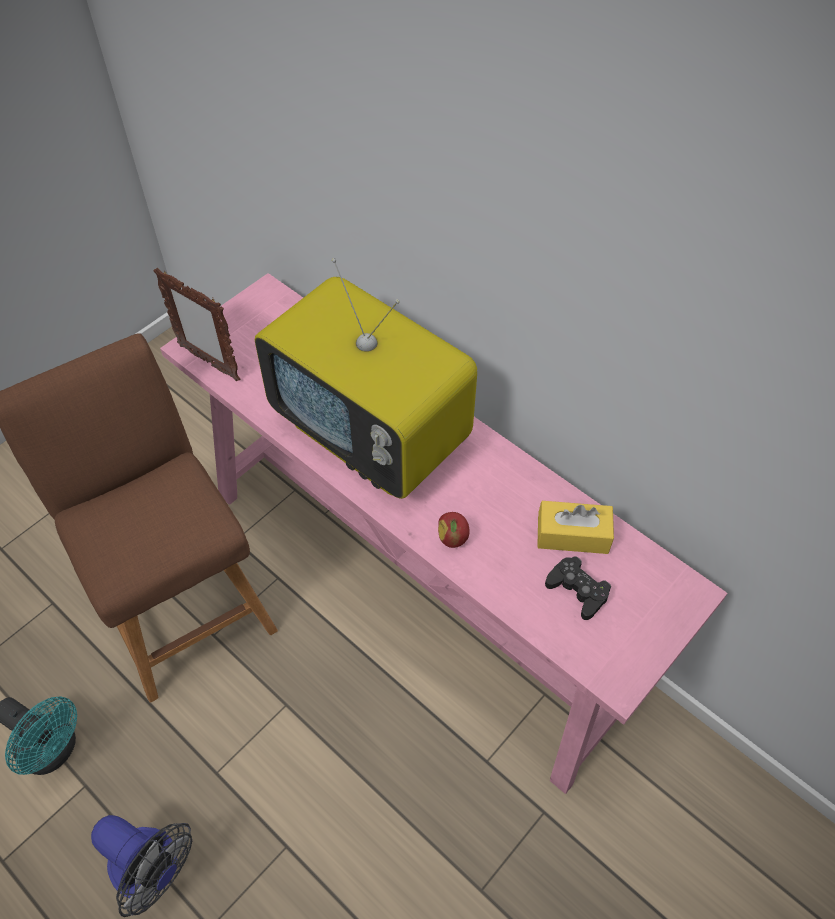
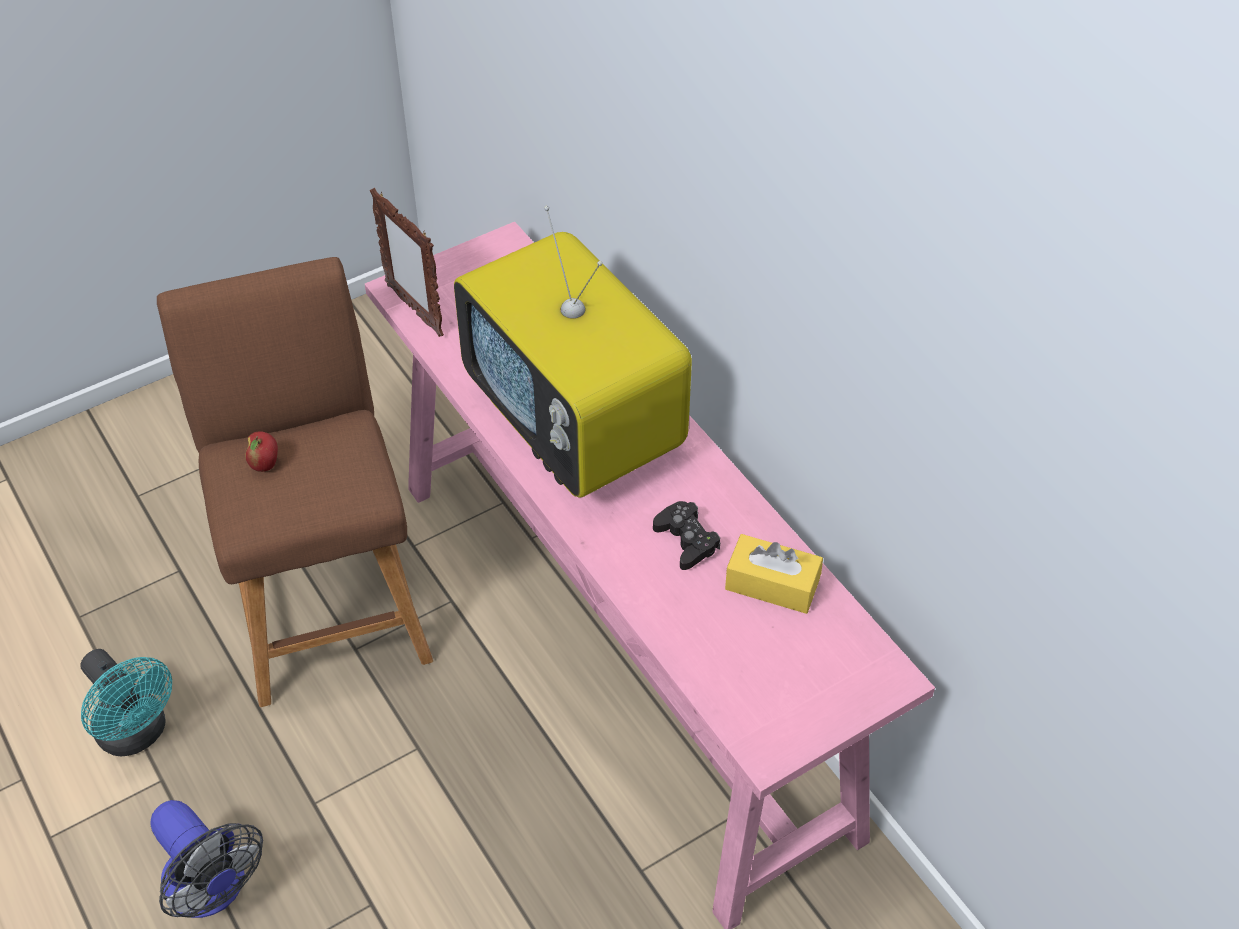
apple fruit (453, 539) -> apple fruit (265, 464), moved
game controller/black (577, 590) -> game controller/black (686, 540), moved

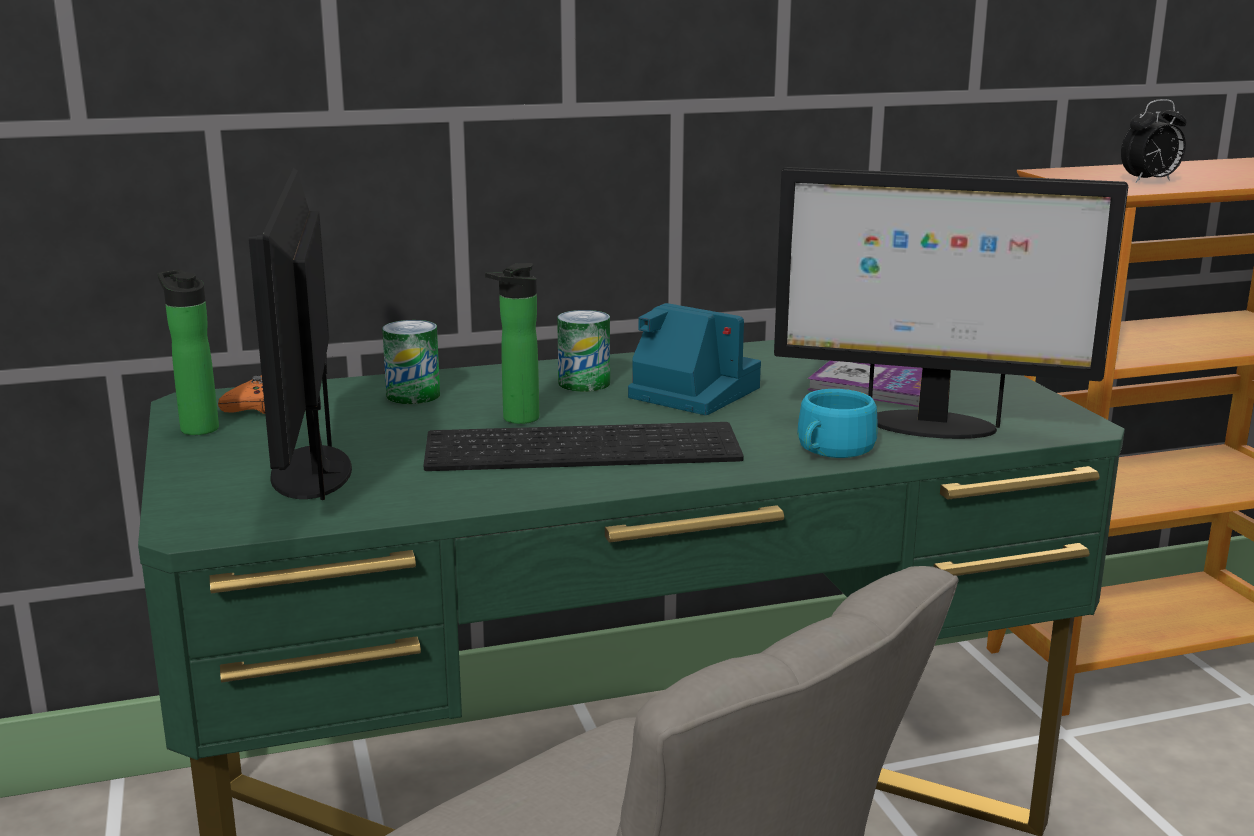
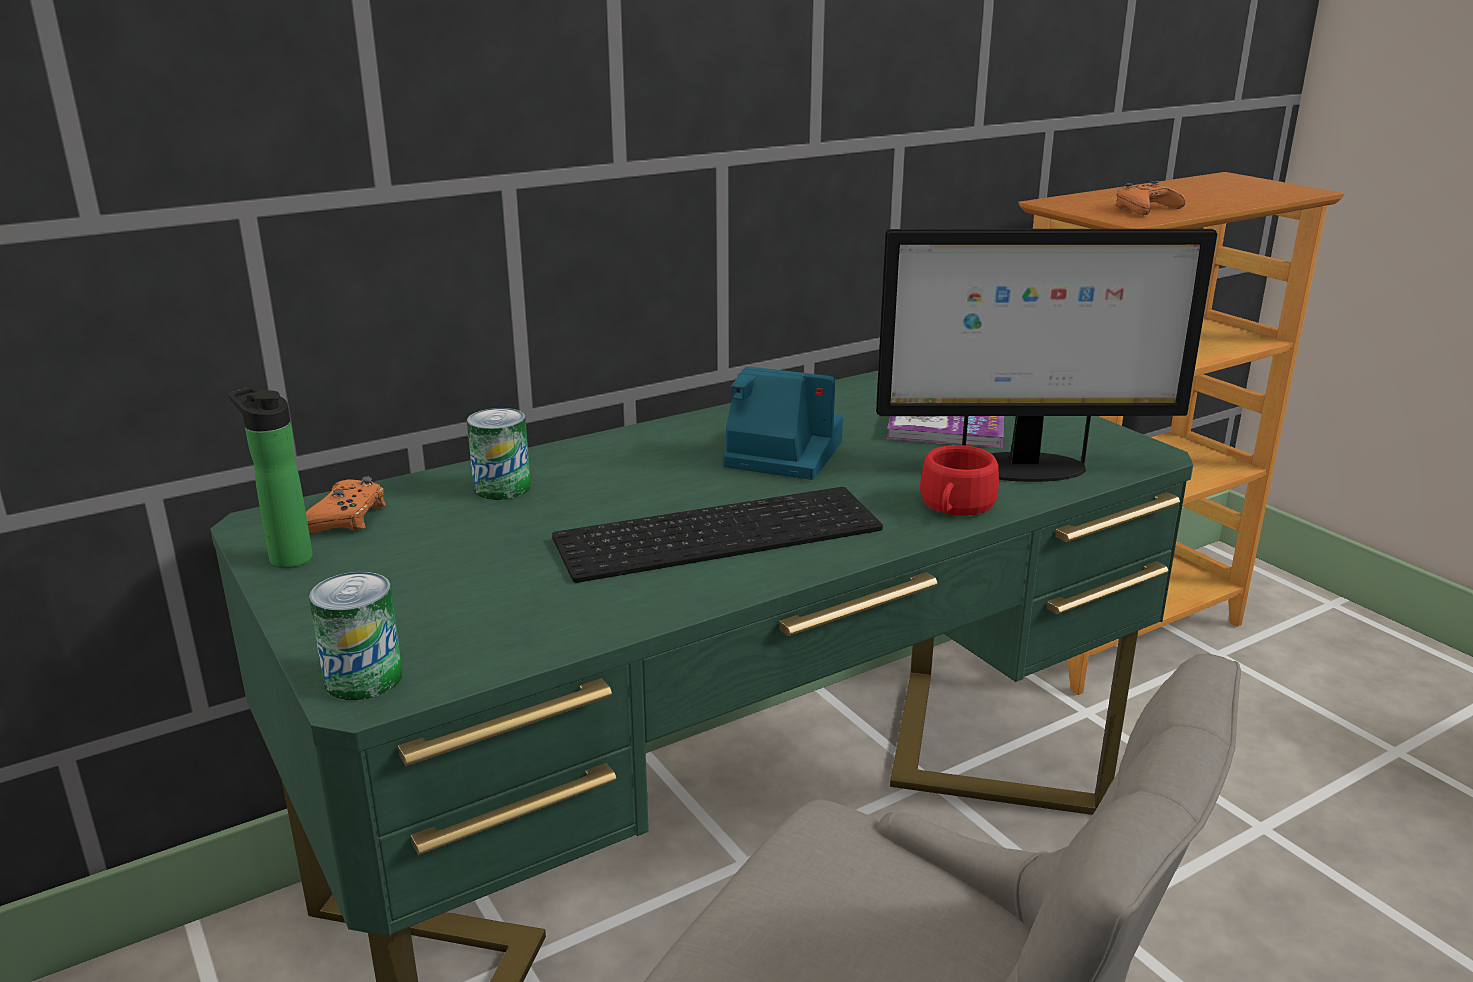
monitor (310, 471) -> none
drink bottle (516, 419) -> none
metal can (584, 383) -> metal can (363, 678), moved
alarm clock (1149, 181) -> game controller/orange-coloured (1146, 209)
small cup/turquoise-coloured (831, 450) -> small cup/reddish (955, 507)

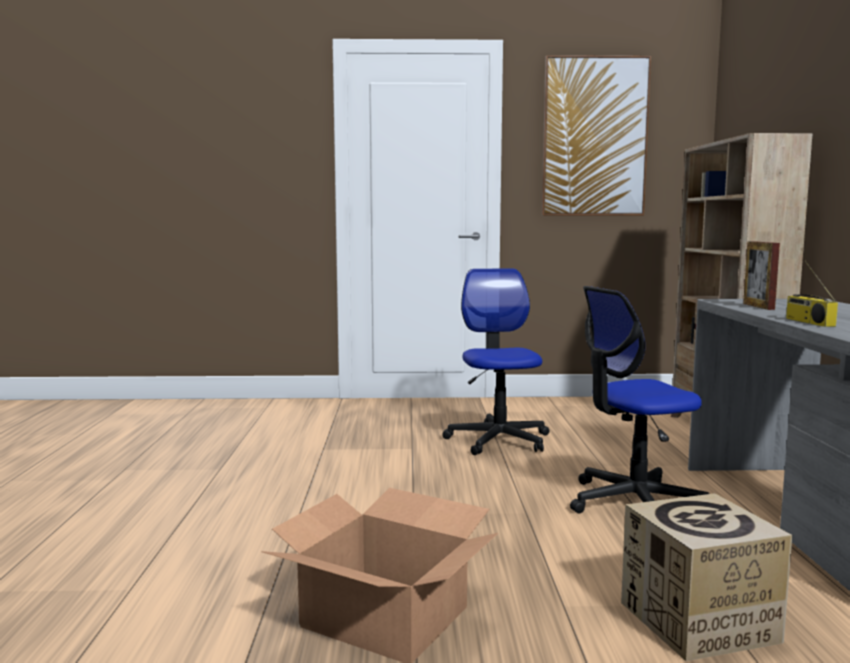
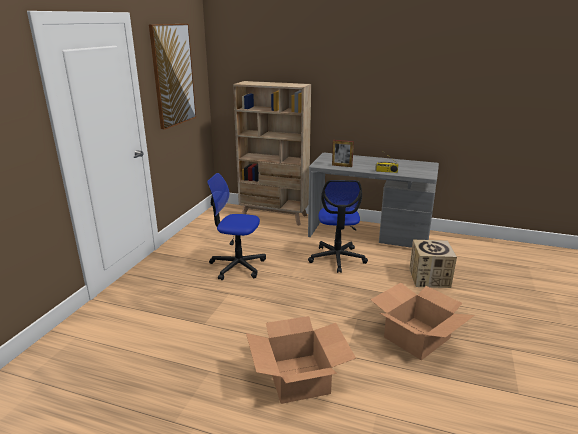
none -> packing box (299, 378)

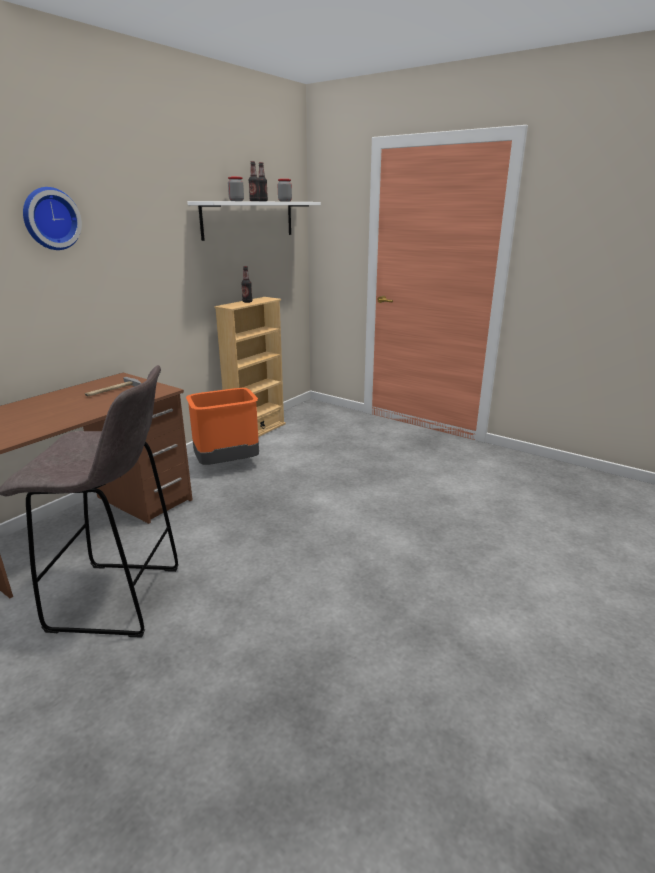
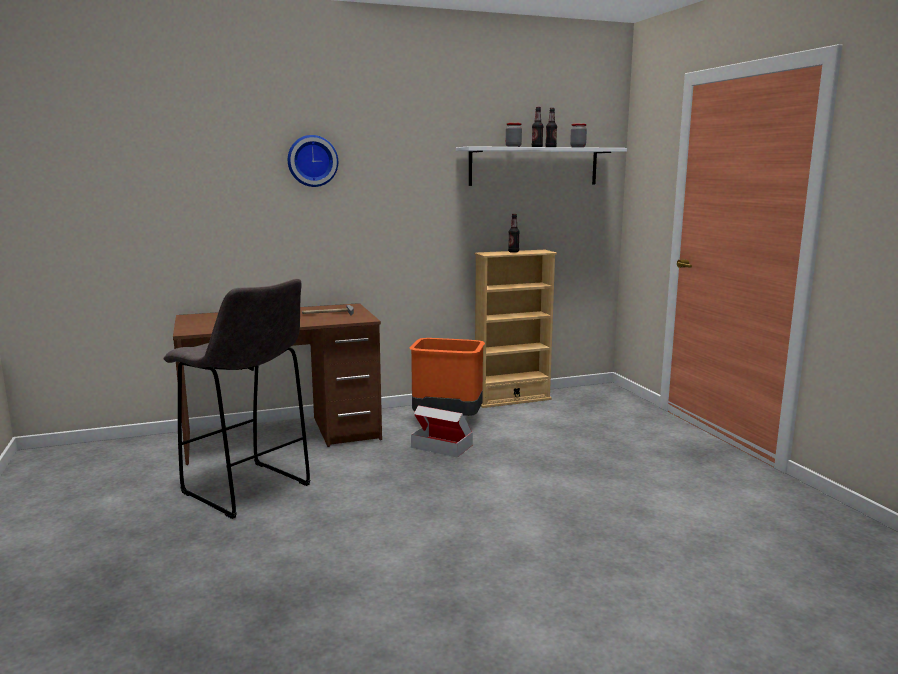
none -> packing box (442, 446)

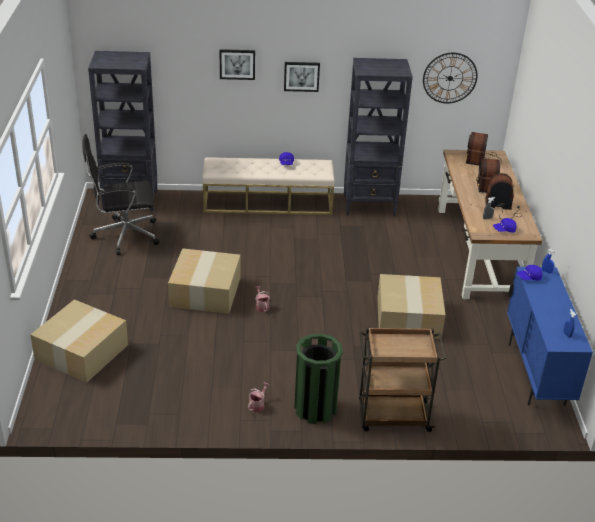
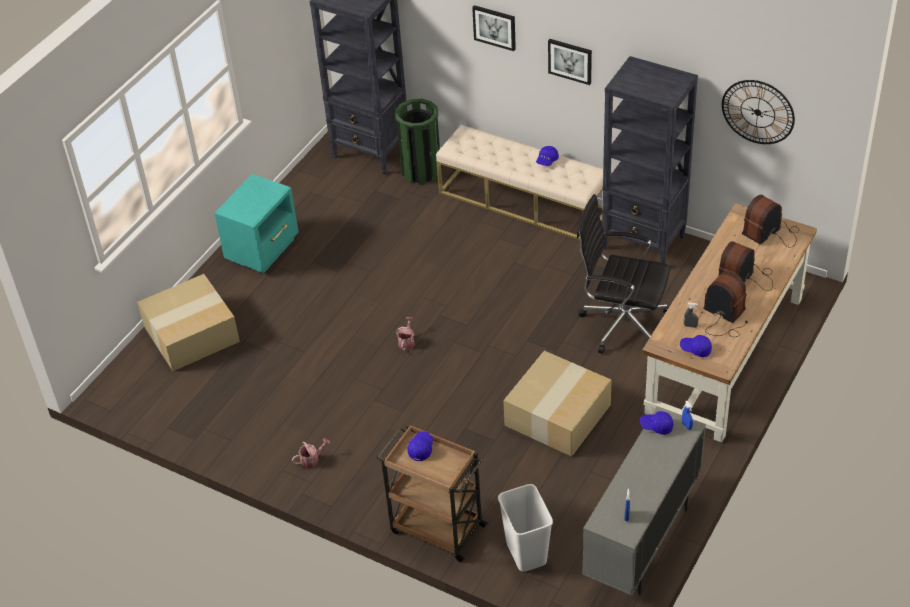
packing box (204, 291) -> none
none -> bedside table/turquoise-coloured (264, 250)
none -> baseball cap/blue-coloured (421, 448)
none -> waste bin/whitish (525, 553)
desk chair/black (124, 235) -> desk chair/black (621, 323), moved
waste bin/green (315, 408) -> waste bin/green (421, 171), moved
cabinet/blue-coloured (536, 374) -> cabinet/greyish (642, 543)

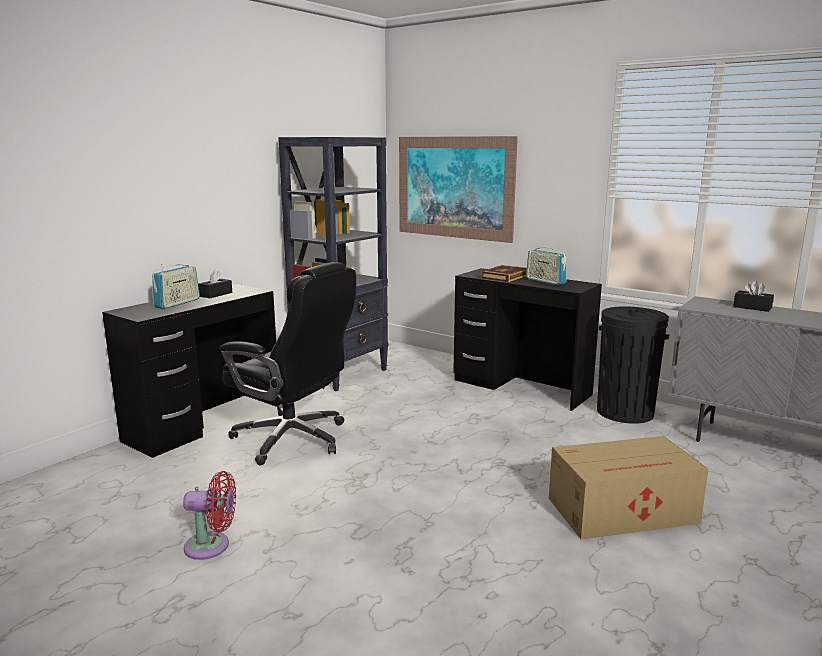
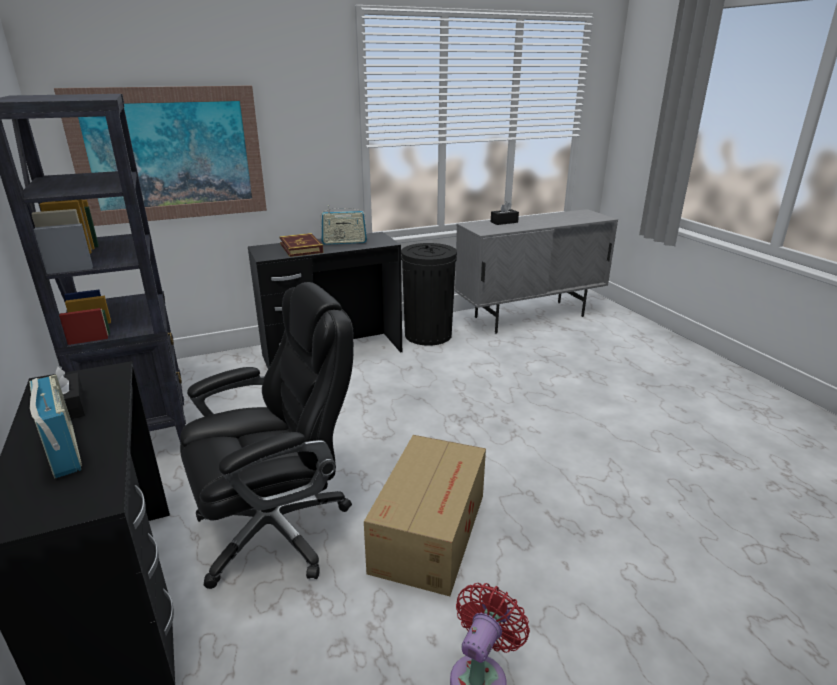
packing box (624, 511) -> packing box (431, 530), moved

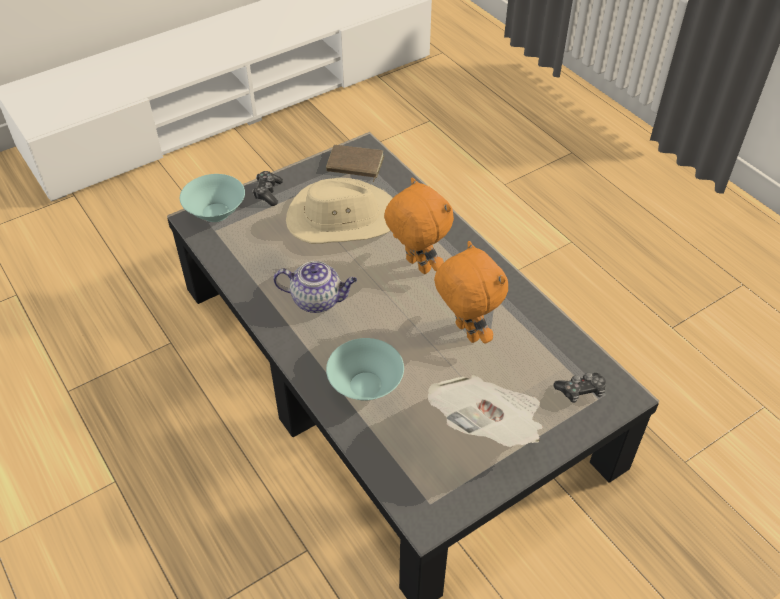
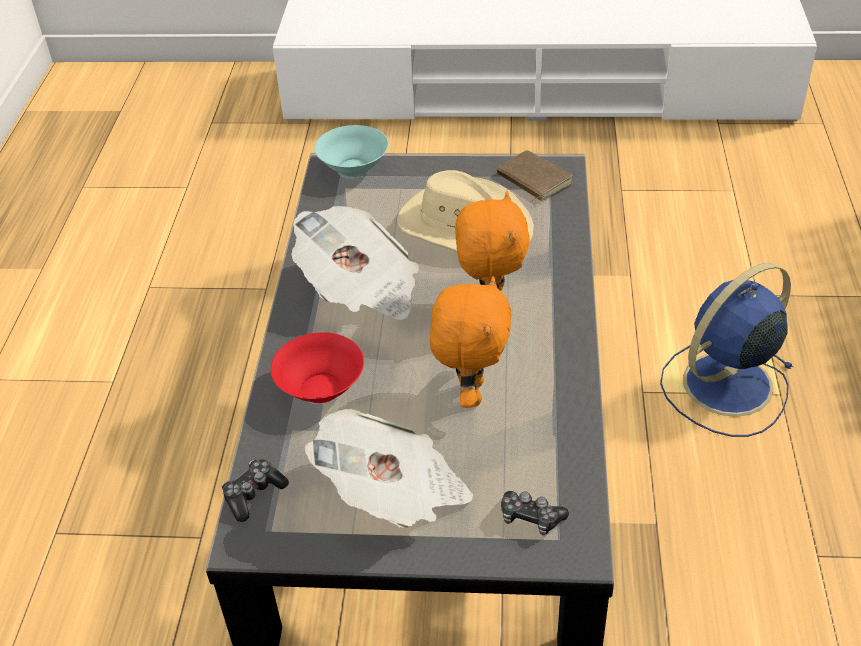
none -> fan/blue-coloured (724, 386)
game controller (268, 193) -> game controller (253, 494), moved
tea pot (318, 300) -> daily paper (361, 289)
bowl/turquoise-coloured (365, 384) -> bowl/reddish (321, 387)

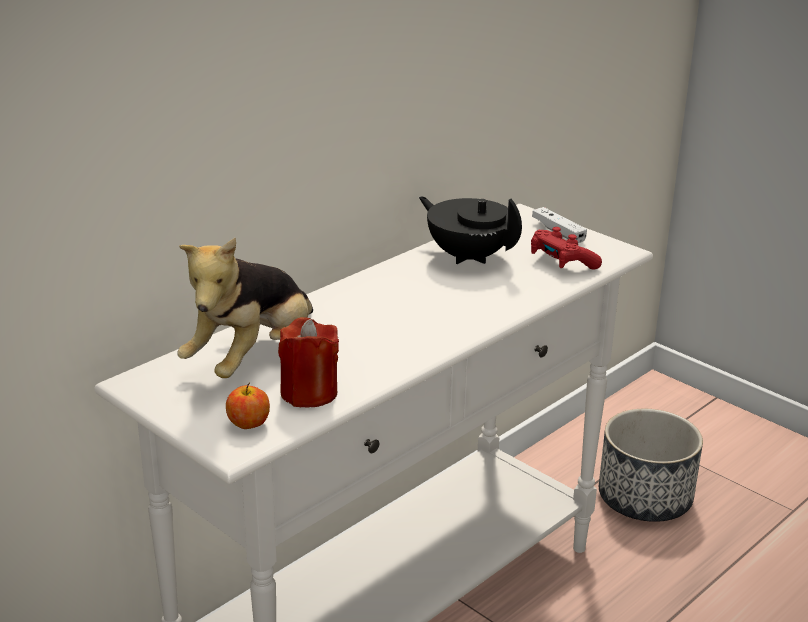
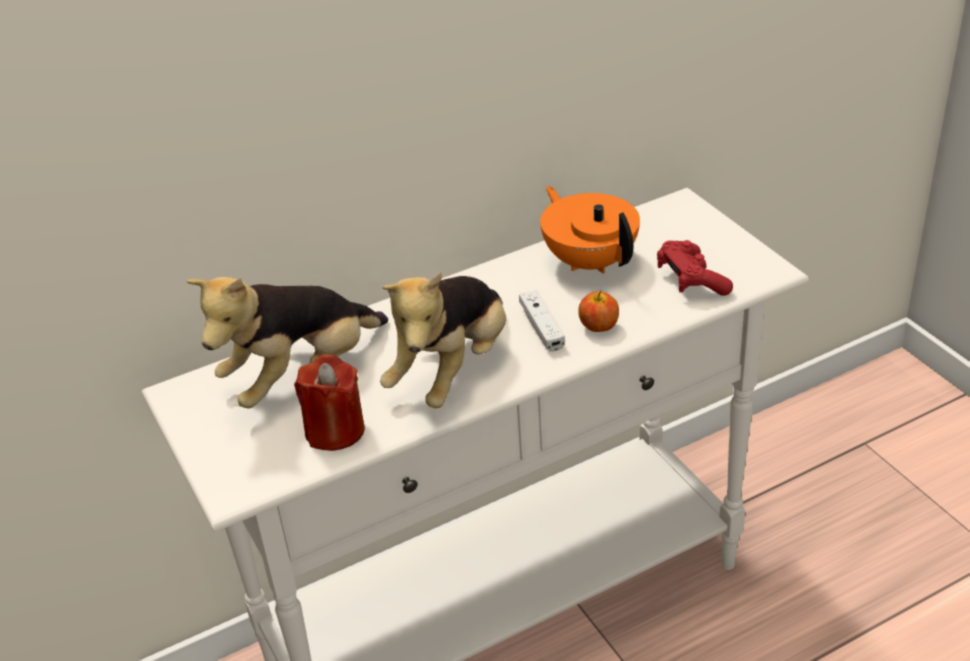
plant pot (645, 498) -> none
none -> plush toy (452, 370)
apple fruit (248, 424) -> apple fruit (598, 326), moved
game controller/whitish (558, 232) -> game controller/whitish (541, 328), moved
tea pot/black (468, 256) -> tea pot/orange-coloured (590, 261)

